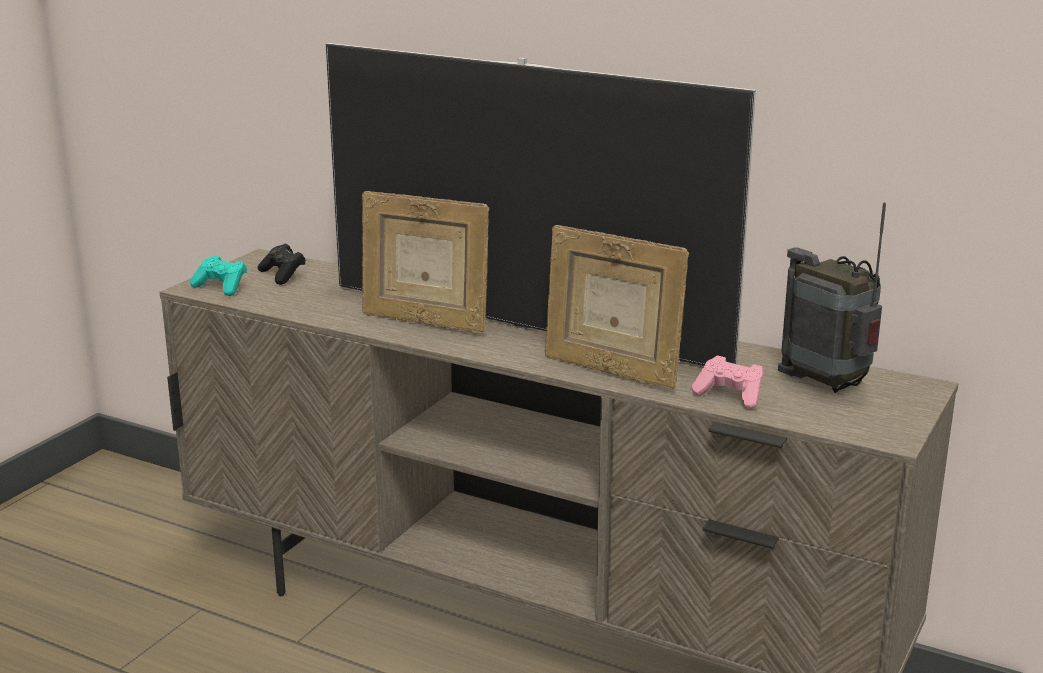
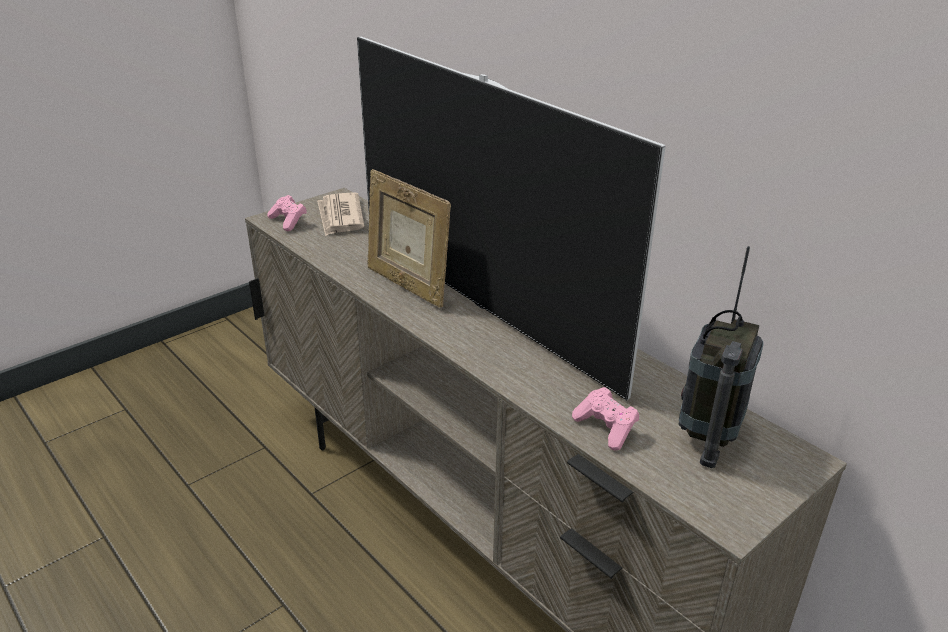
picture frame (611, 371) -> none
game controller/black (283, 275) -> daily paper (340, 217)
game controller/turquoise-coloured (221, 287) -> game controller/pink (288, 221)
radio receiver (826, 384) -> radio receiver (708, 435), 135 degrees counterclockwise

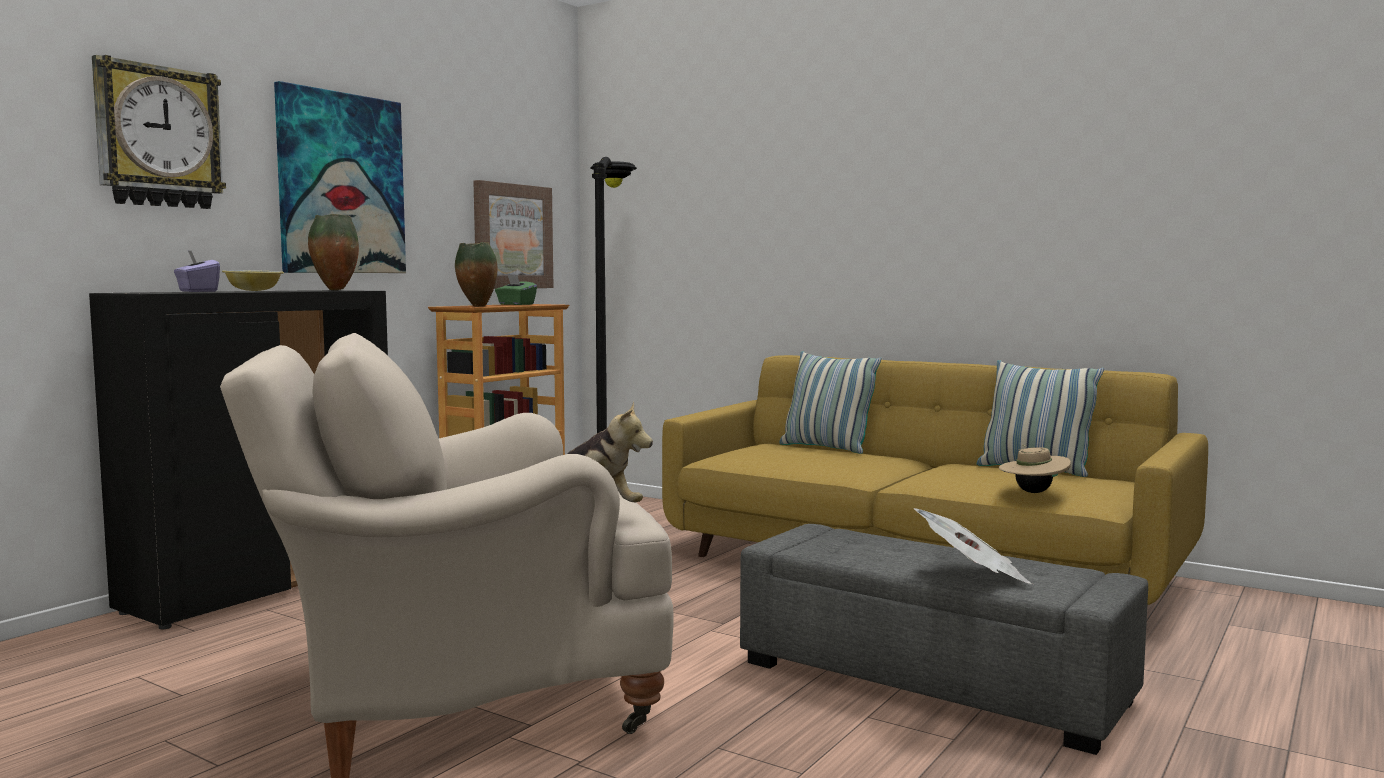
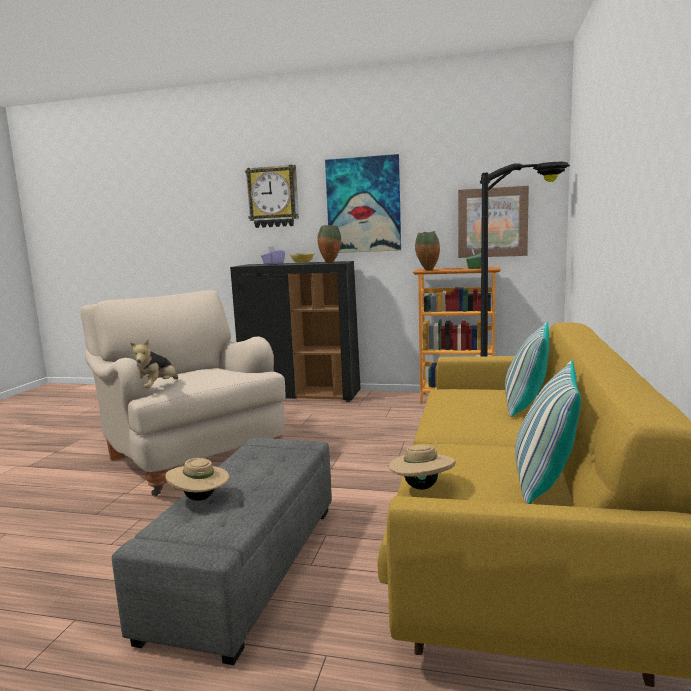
daily paper (972, 575) -> clothing hat/sand-coloured (200, 499)

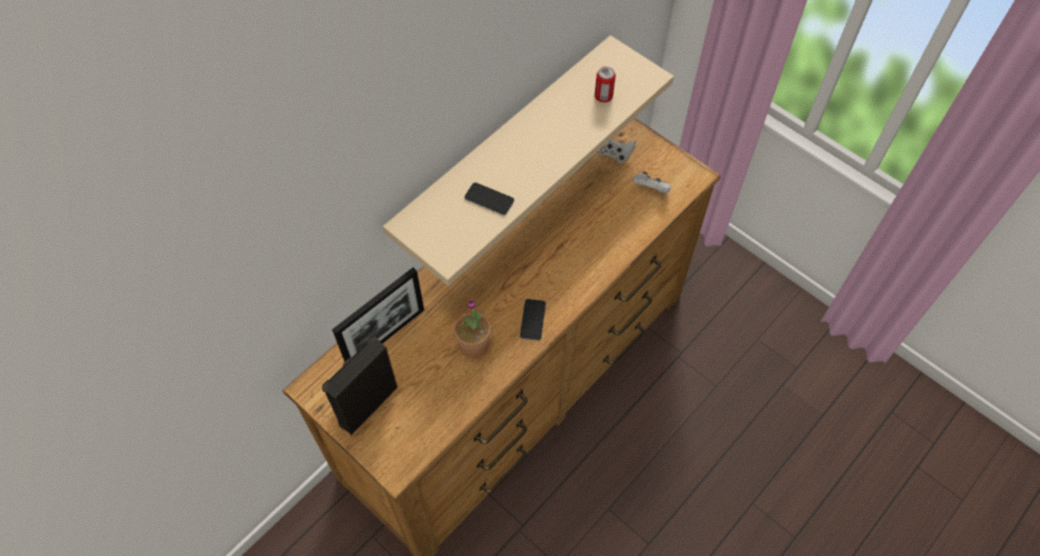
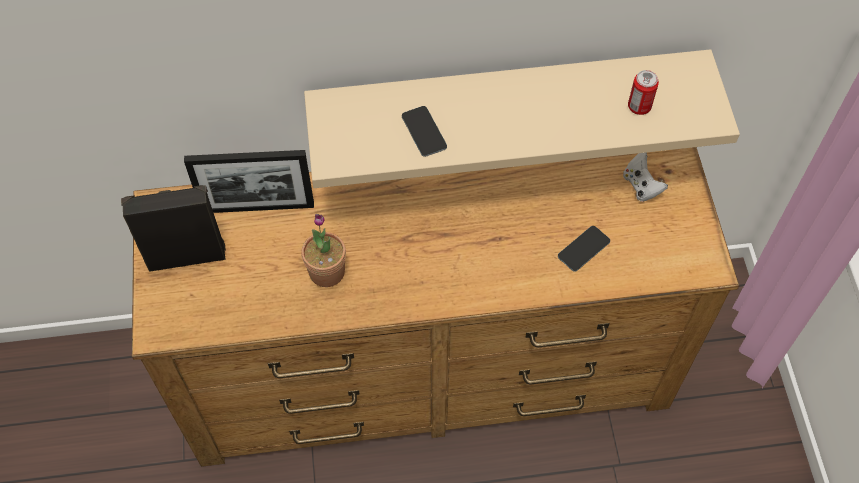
game controller/whitish (651, 189) -> none
handset (532, 320) -> handset (583, 249), moved

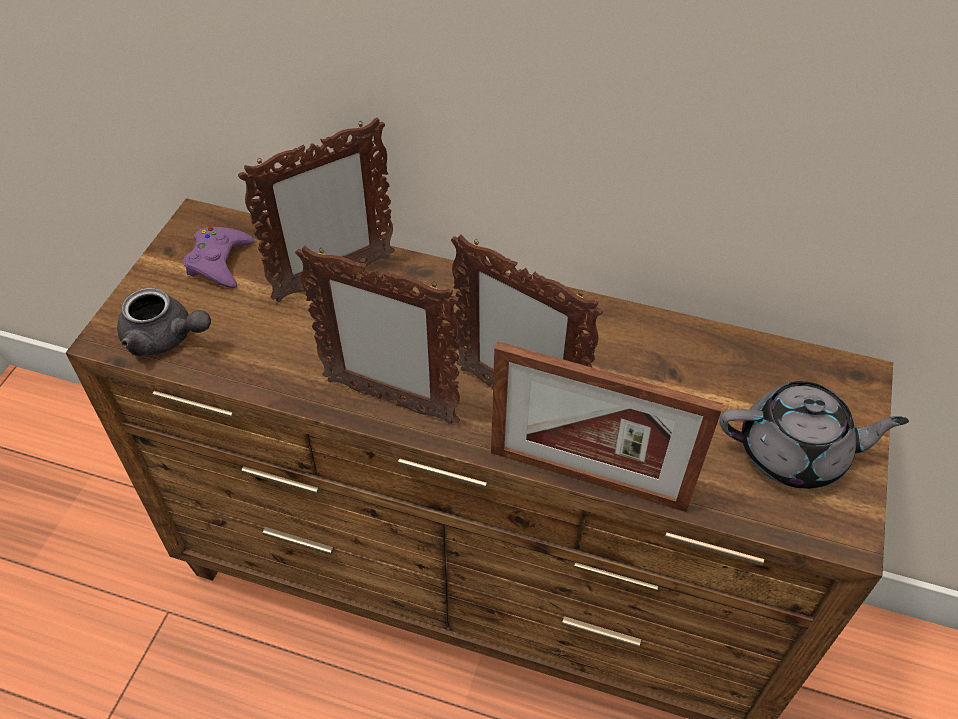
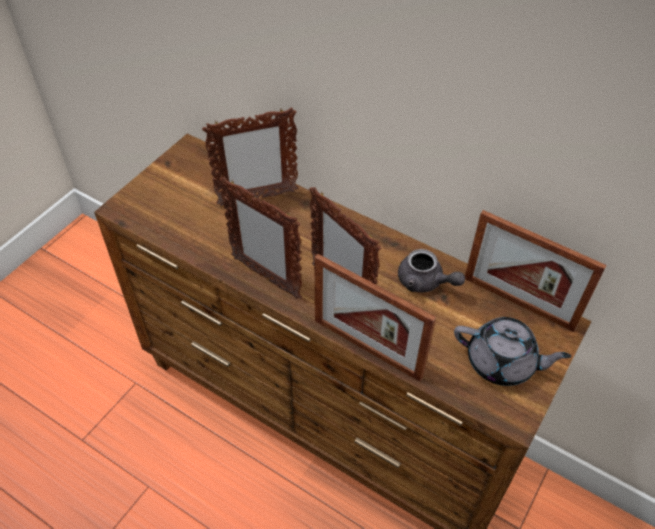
game controller/purple (219, 262) -> none
none -> picture frame (518, 302)
tea pot/greyish (165, 338) -> tea pot/greyish (425, 282), moved

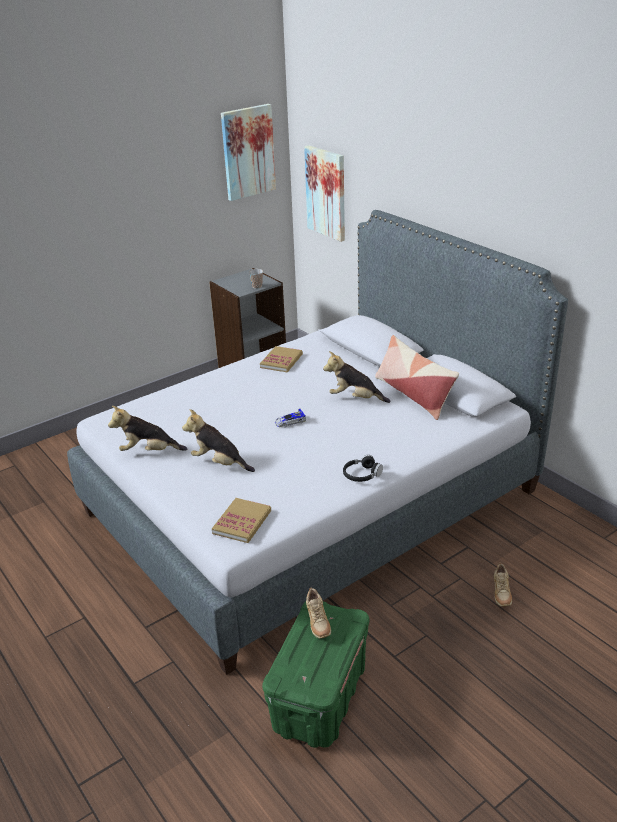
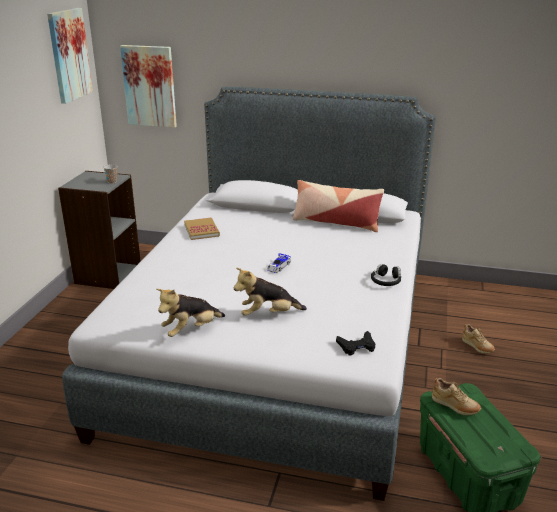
plush toy (355, 398) -> none
book (242, 522) -> game controller/black (356, 346)

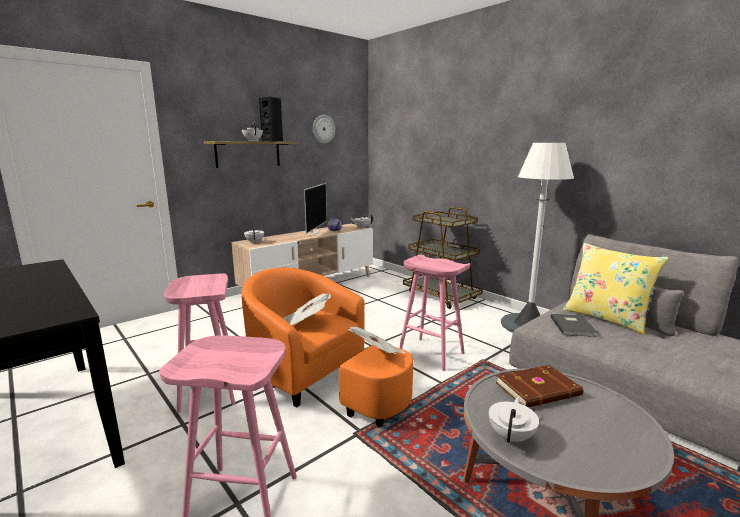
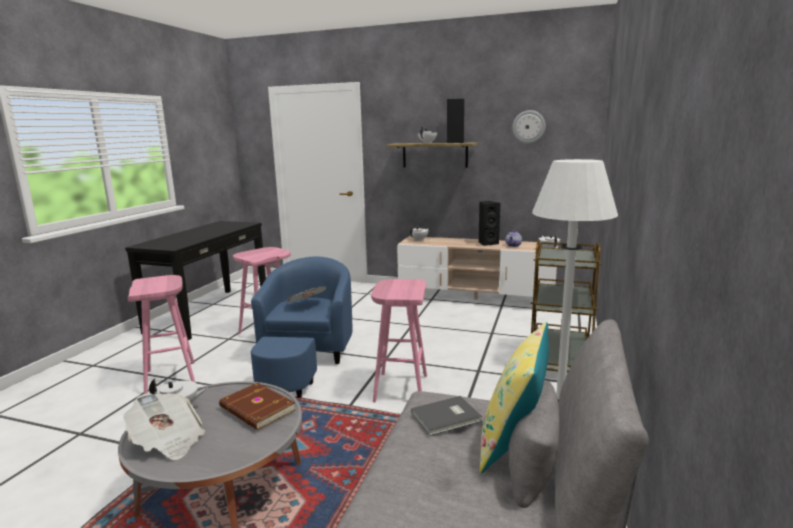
daily paper (377, 354) -> daily paper (168, 441), moved
TV set (314, 232) -> speaker/black (487, 243)
easy chair/orange-coloured (319, 382) -> easy chair/blue-coloured (305, 358)

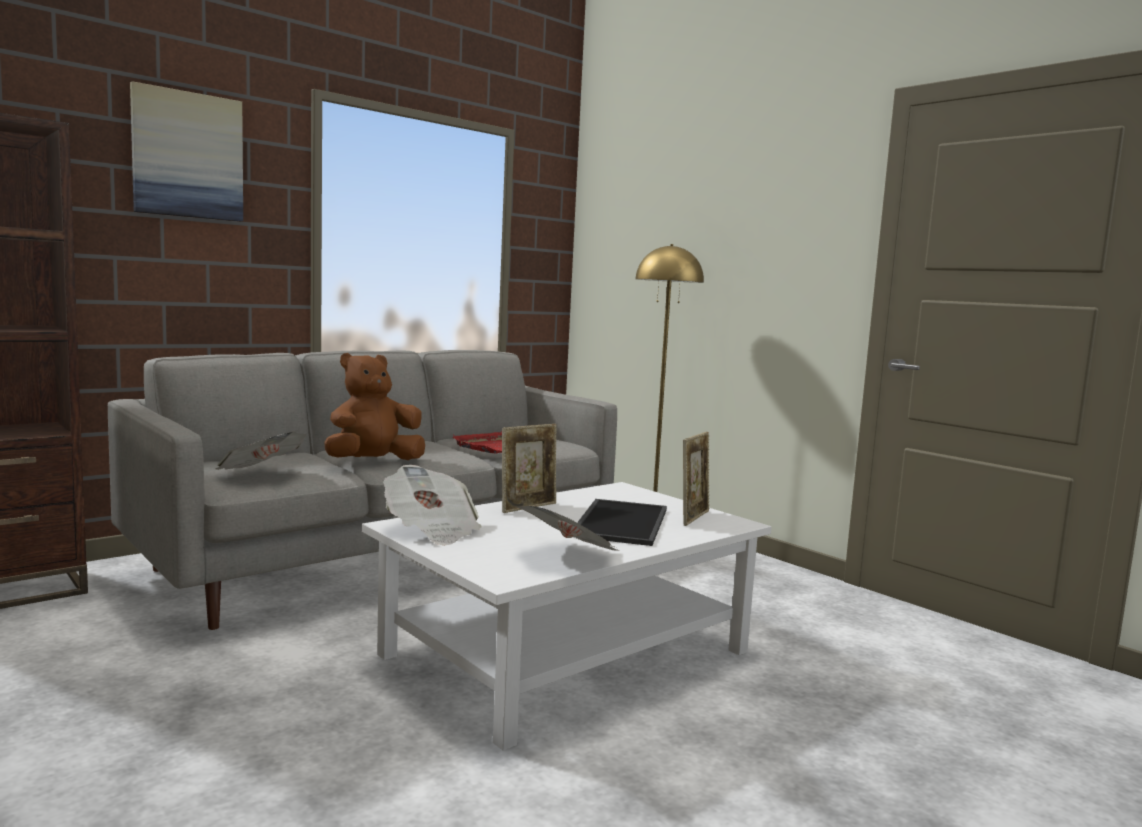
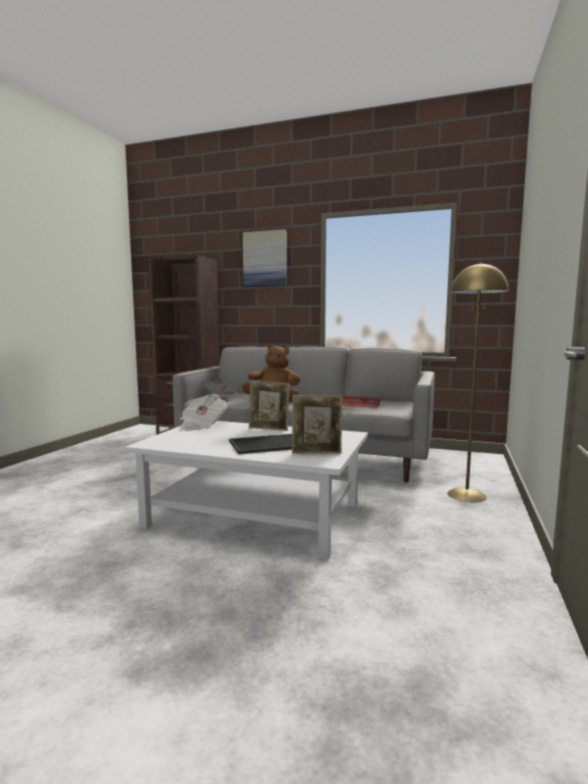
daily paper (570, 557) -> none

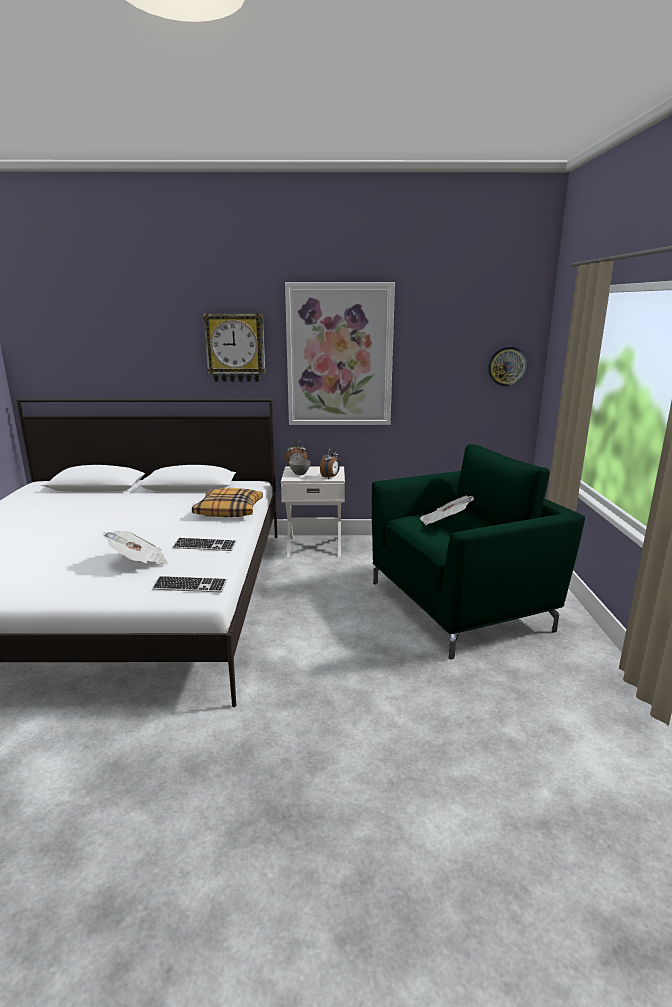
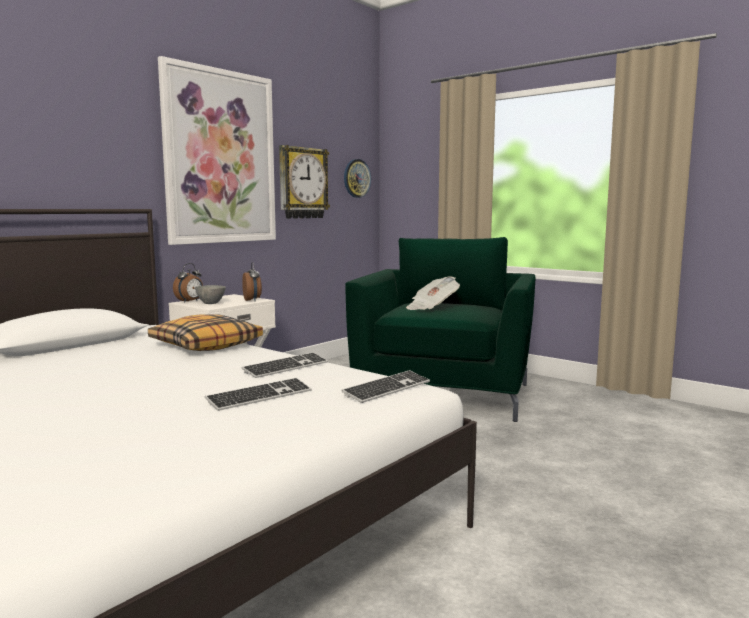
hanging clock (235, 348) -> hanging clock (302, 183), moved
daily paper (139, 562) -> computer keyboard (260, 396)

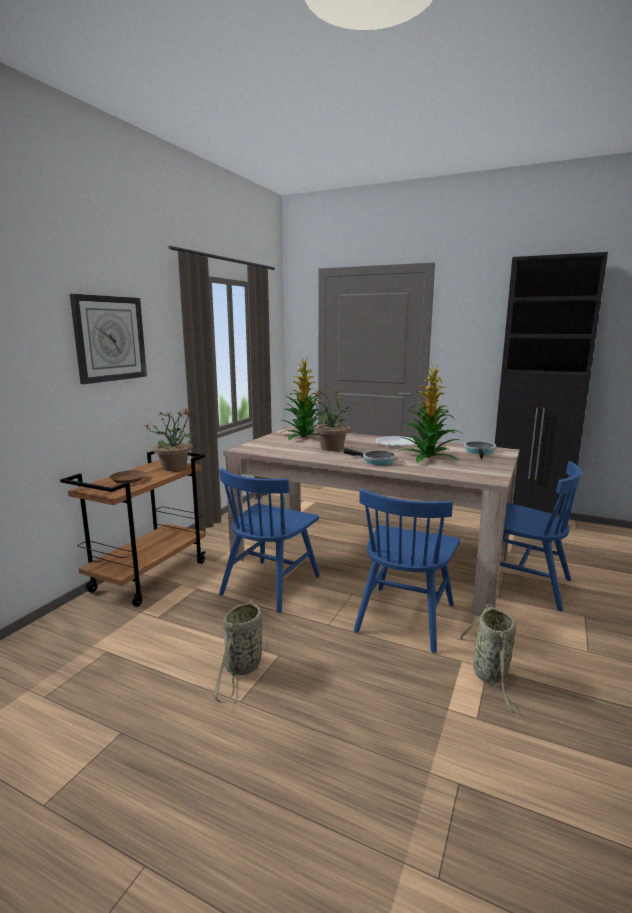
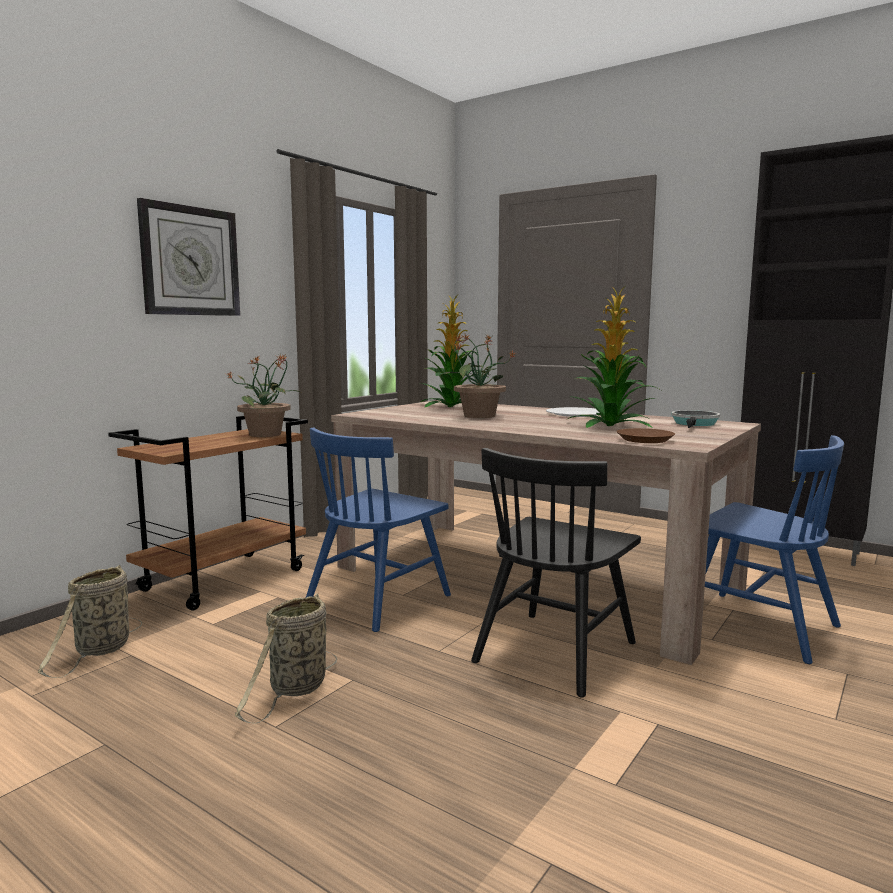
frying pan (376, 461) -> none
plate/brown-coloured (128, 479) -> plate/brown-coloured (645, 440), moved
storage basket (491, 675) -> storage basket (101, 650), moved
chair/blue-coloured (405, 617) -> chair/black (554, 651)

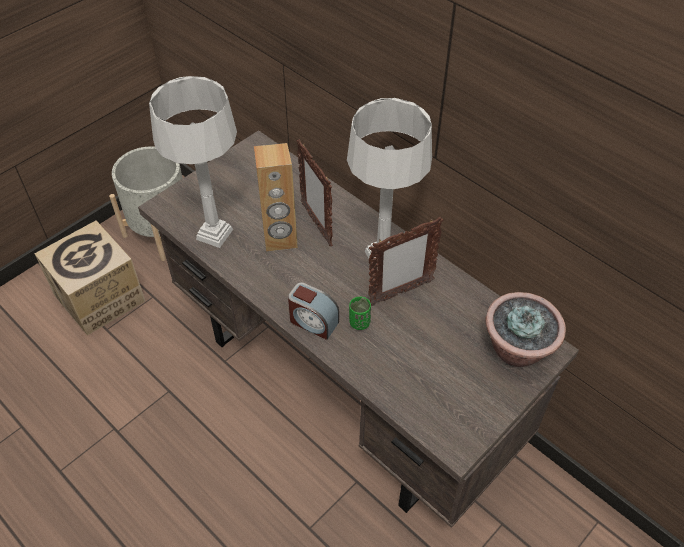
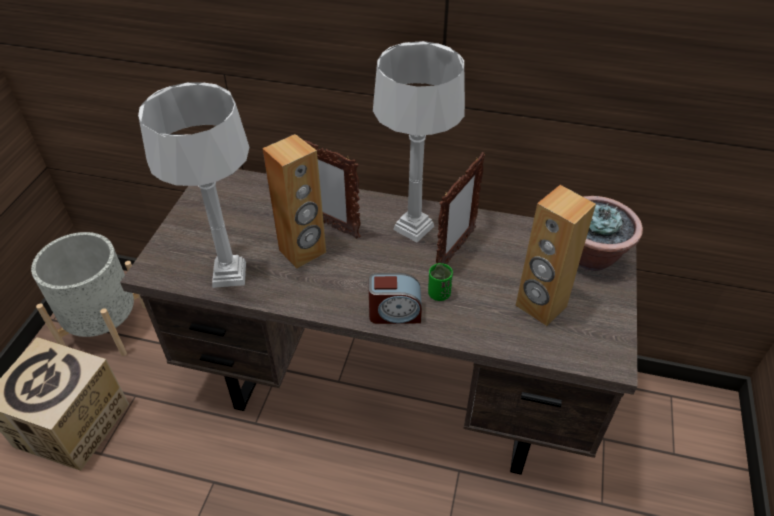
none -> speaker/brown-coloured (540, 306)

